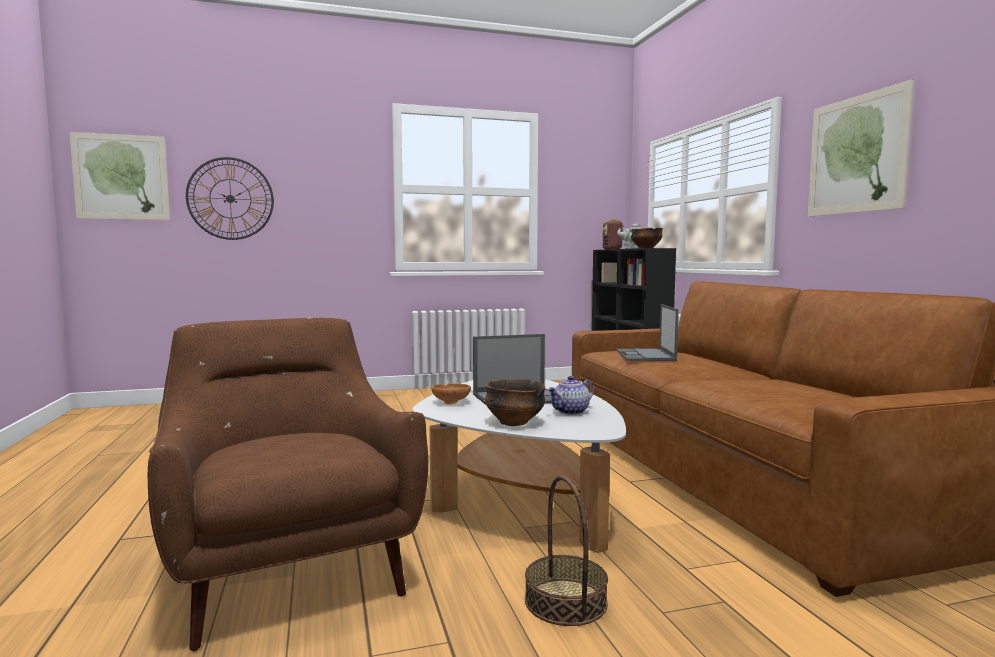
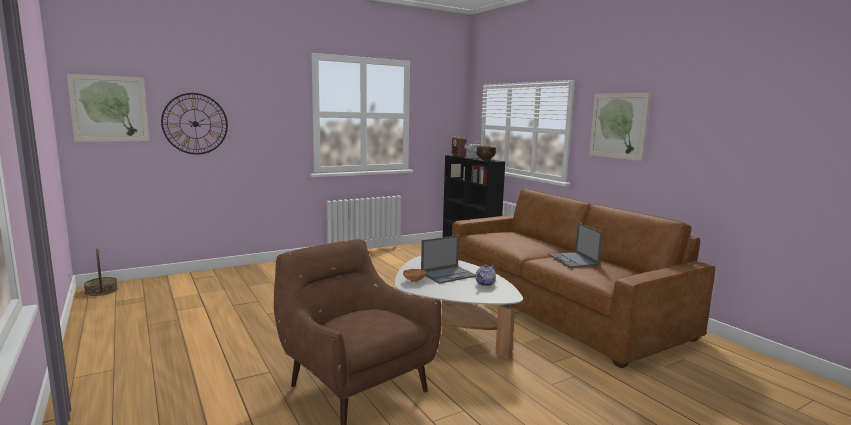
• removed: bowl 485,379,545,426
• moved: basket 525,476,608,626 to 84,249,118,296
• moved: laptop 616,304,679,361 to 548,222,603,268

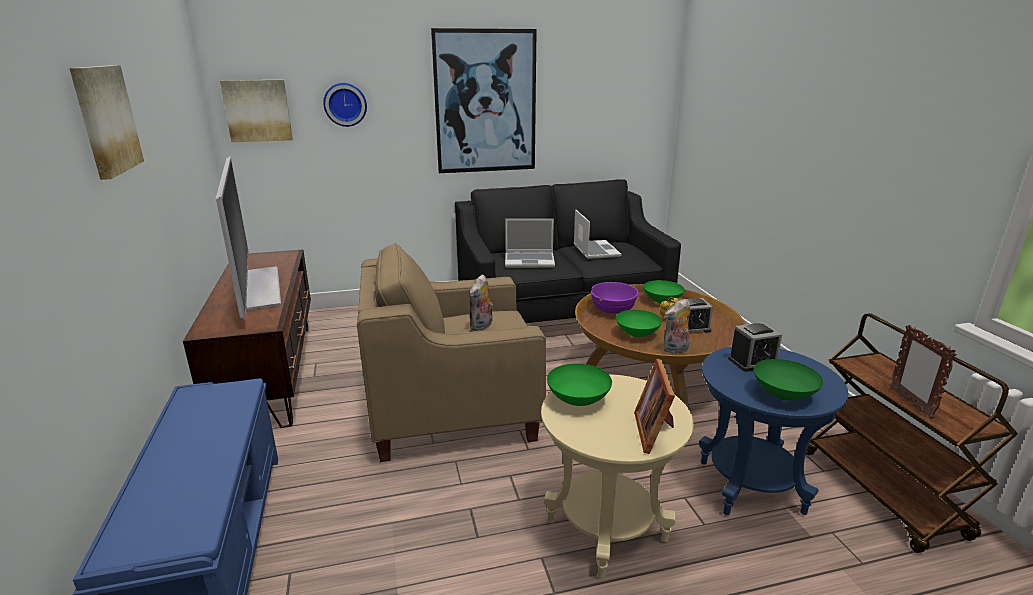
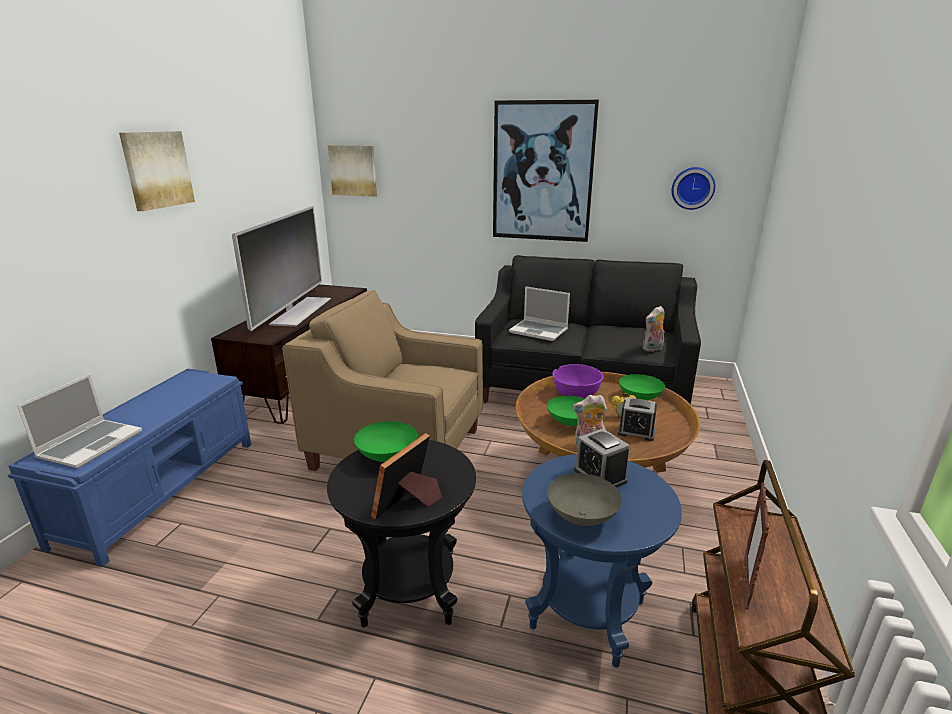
• moved: wall clock 323,83,367,127 to 672,167,715,210
• moved: plush toy 469,274,493,331 to 643,306,665,352
• recoloured: beige side table 541,374,694,578 to black side table 327,440,476,627
• moved: laptop 574,210,622,259 to 17,374,142,468
• turned: alarm clock 728,322,782,372 = 574,429,630,488 45 degrees clockwise
• recoloured: green bowl 754,359,823,401 to grey bowl 547,473,622,526

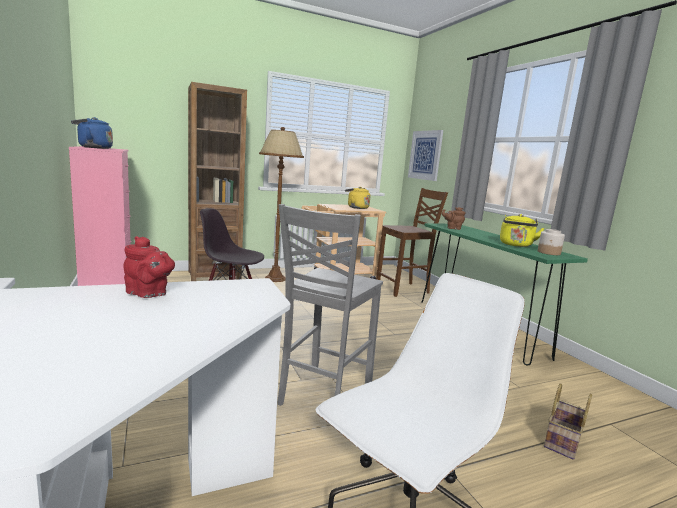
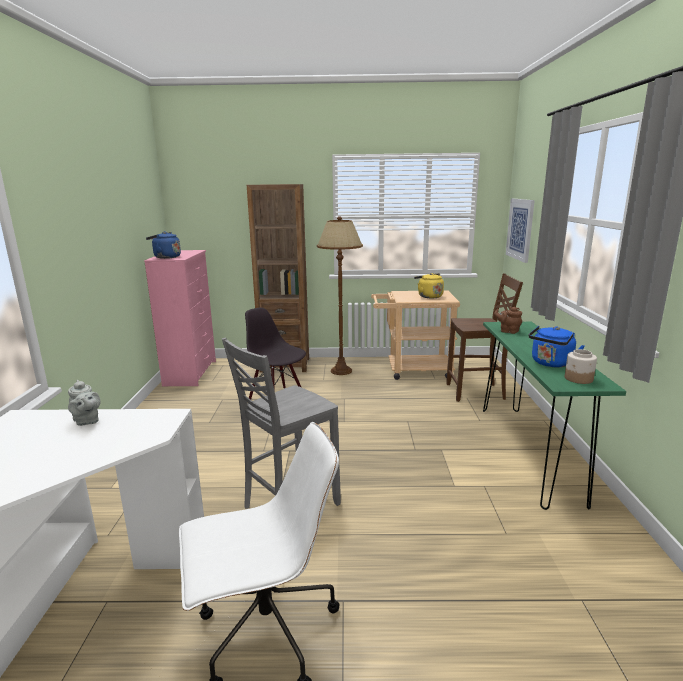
• recoloured: red teapot 123,236,175,298 to grey teapot 68,380,101,426
• recoloured: yellow kettle 500,214,545,247 to blue kettle 528,326,584,367
• removed: basket 544,383,592,460

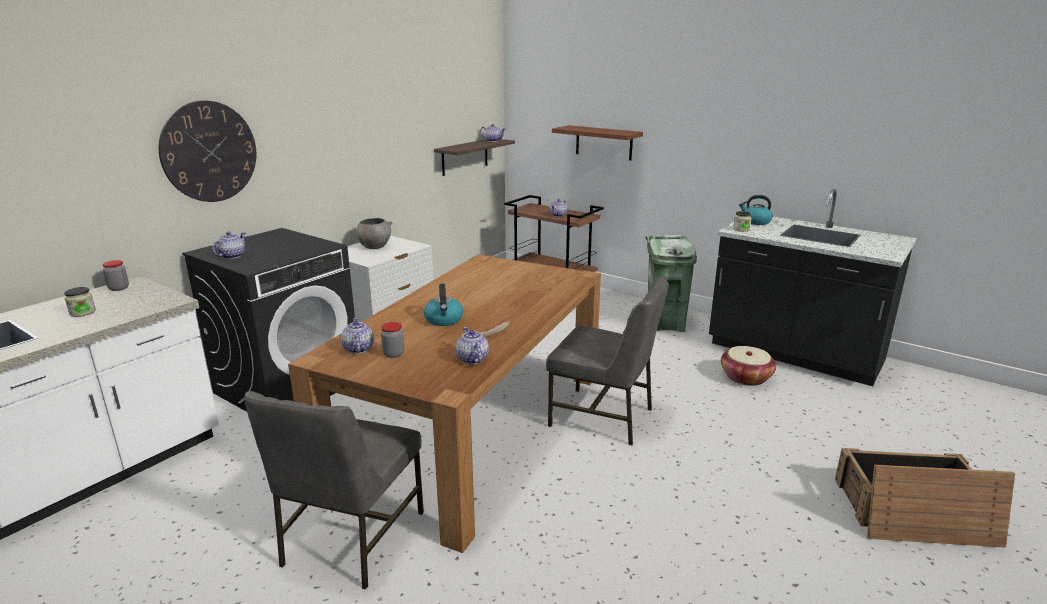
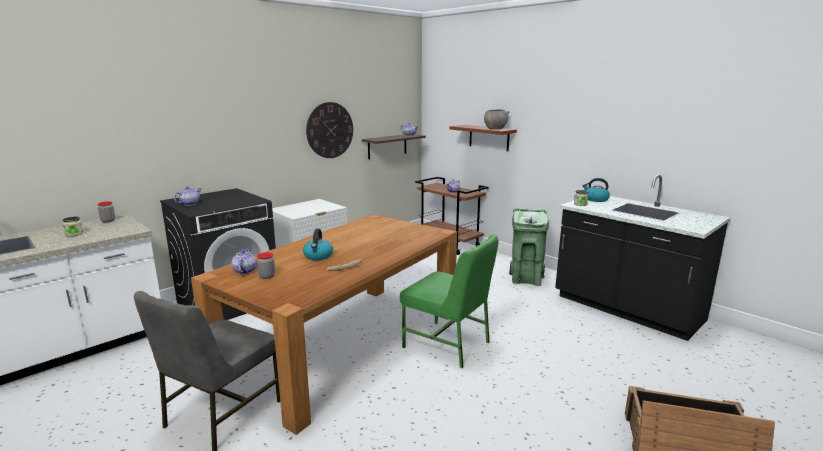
• moved: wall clock 159,100,256,202 to 306,102,353,158
• moved: grey bowl 356,218,393,249 to 484,109,510,130
• removed: teapot 456,327,489,364
• recoloured: grey chair 546,276,669,446 to green chair 400,234,499,368
• removed: basket 721,346,776,386

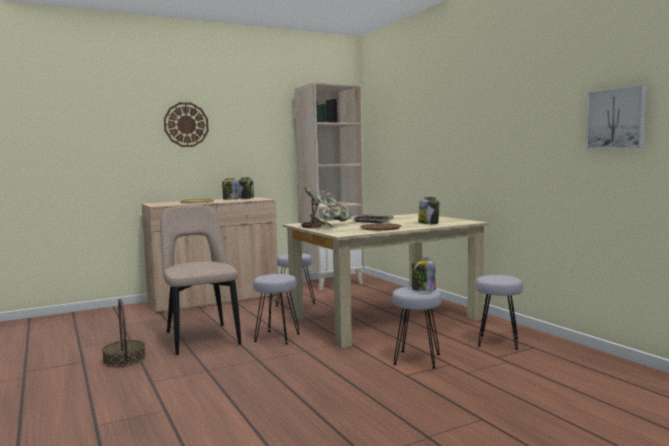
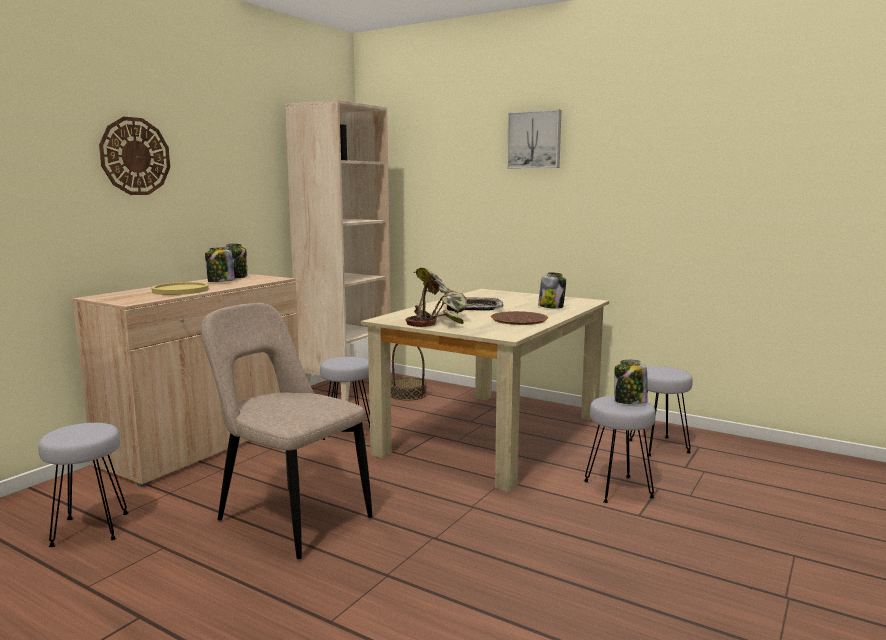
• moved: basket 102,299,146,367 to 391,344,427,401
• moved: grey stool 253,274,300,345 to 38,423,129,547
• moved: picture 586,85,647,150 to 507,109,561,168

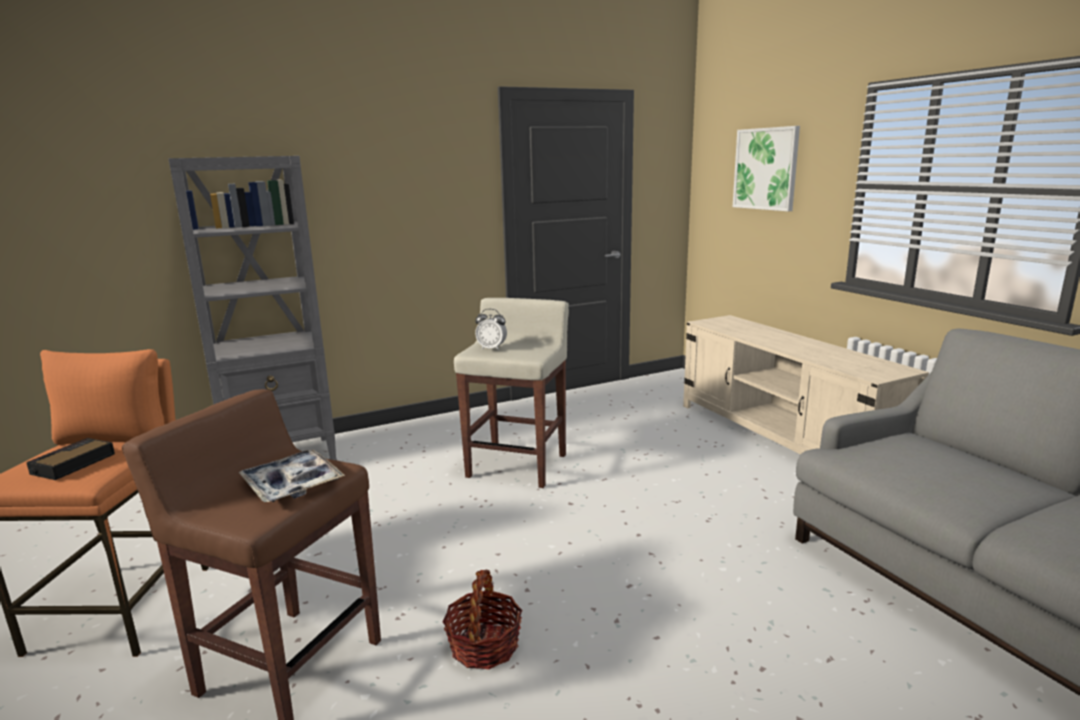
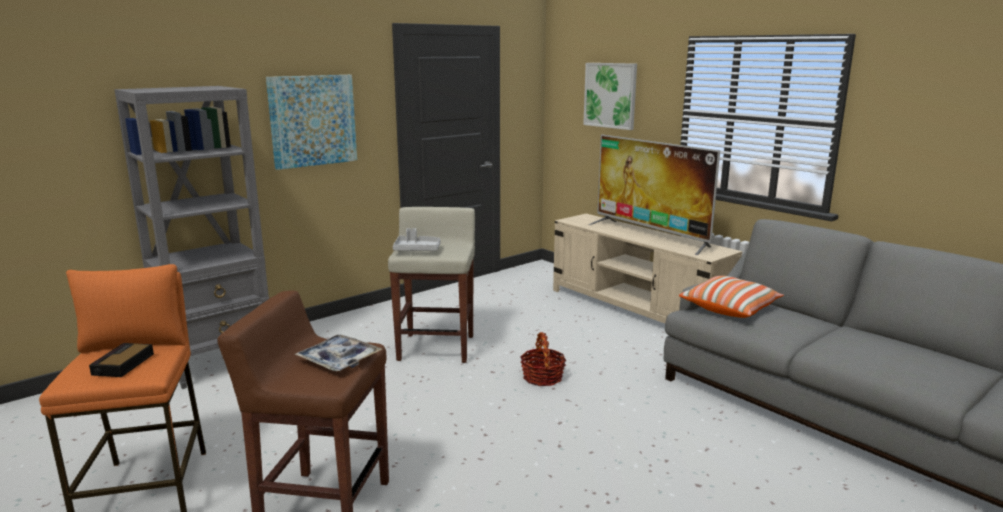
• moved: basket 442,569,522,669 to 520,332,567,386
• replaced: alarm clock 475,309,507,351 to grey tray 393,228,440,251
• added: picture 266,75,357,170
• added: television 589,134,720,255
• added: pillow 679,276,784,318

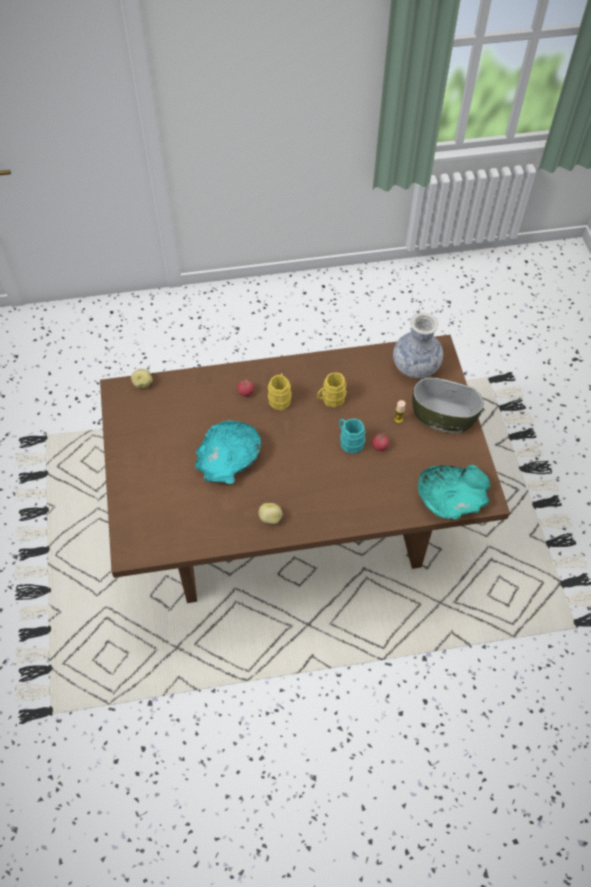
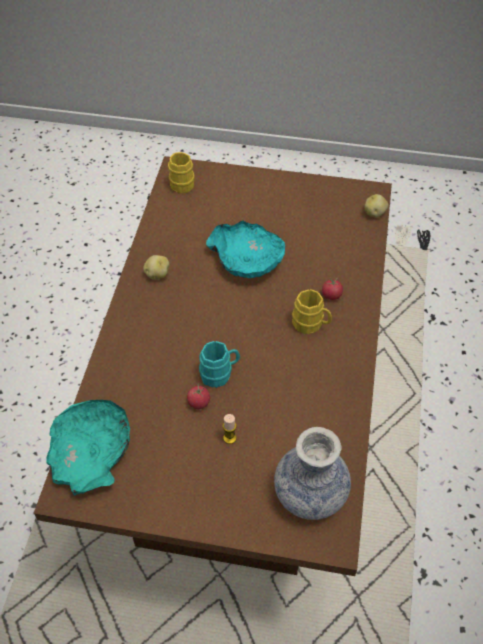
• moved: yellow mug 317,372,347,407 to 168,152,195,193
• removed: bowl 412,377,484,433

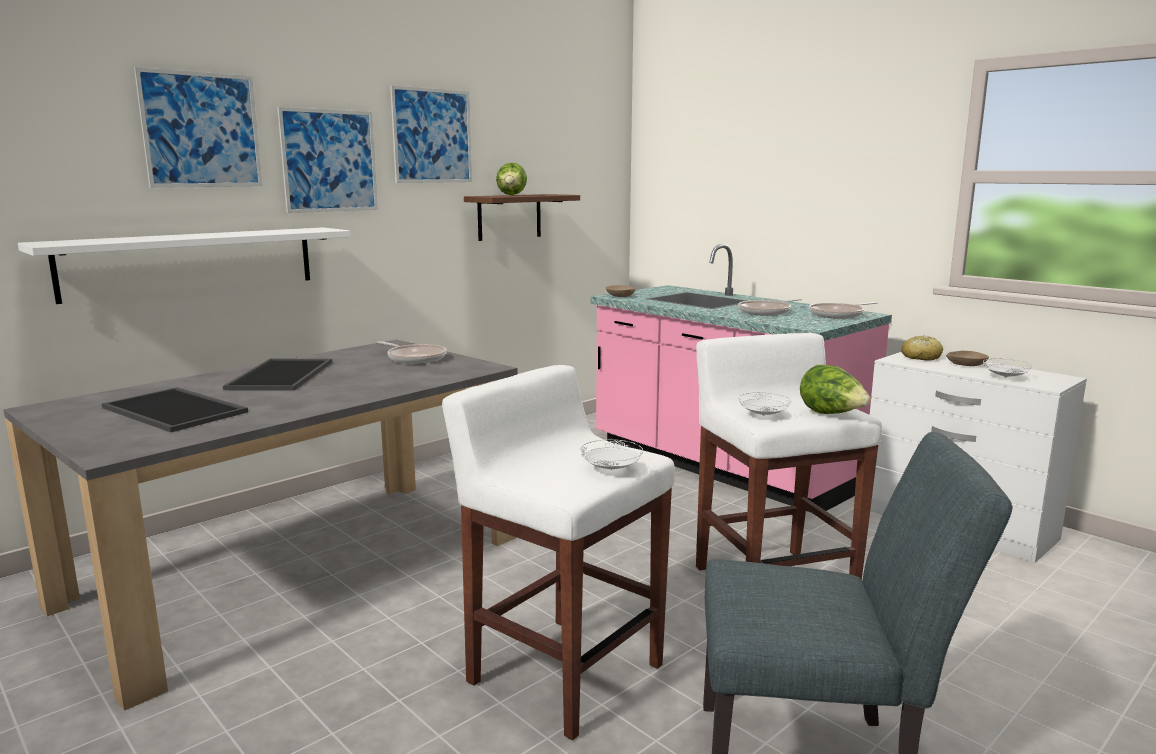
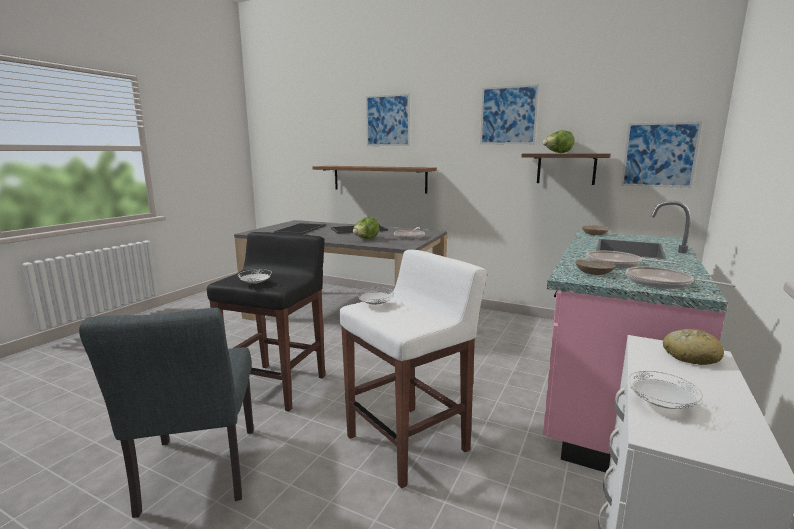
• recoloured: white shelf 18,227,350,304 to brown shelf 313,166,437,194
• moved: picture 277,107,378,213 to 621,121,703,188
• recoloured: white stool 442,365,675,740 to black stool 207,232,325,412
• moved: lettuce 800,365,871,414 to 353,217,380,239
• moved: beige bowl 946,351,989,366 to 575,260,616,275

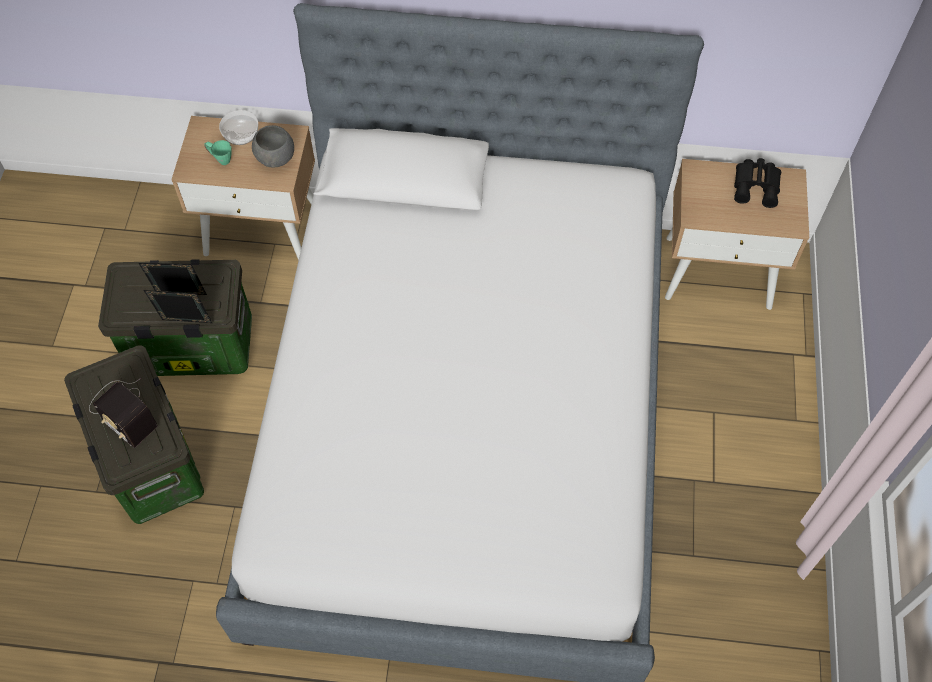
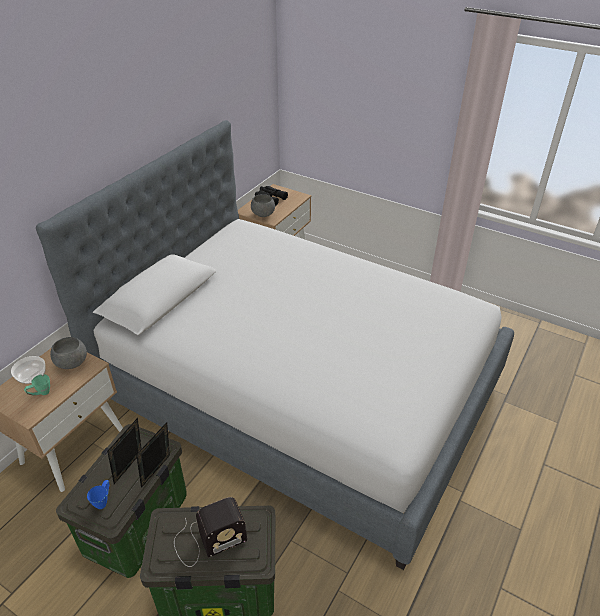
• added: blue mug 87,480,110,509
• added: grey bowl 251,194,275,217

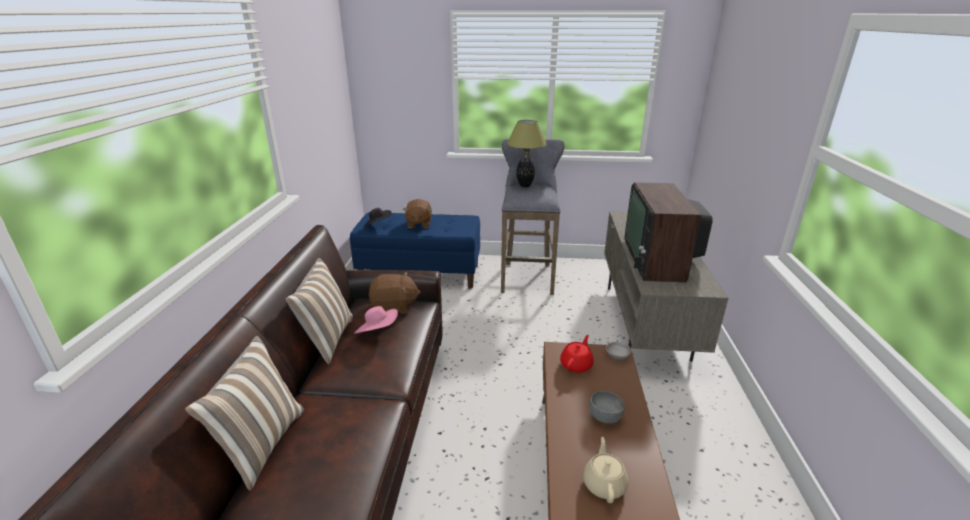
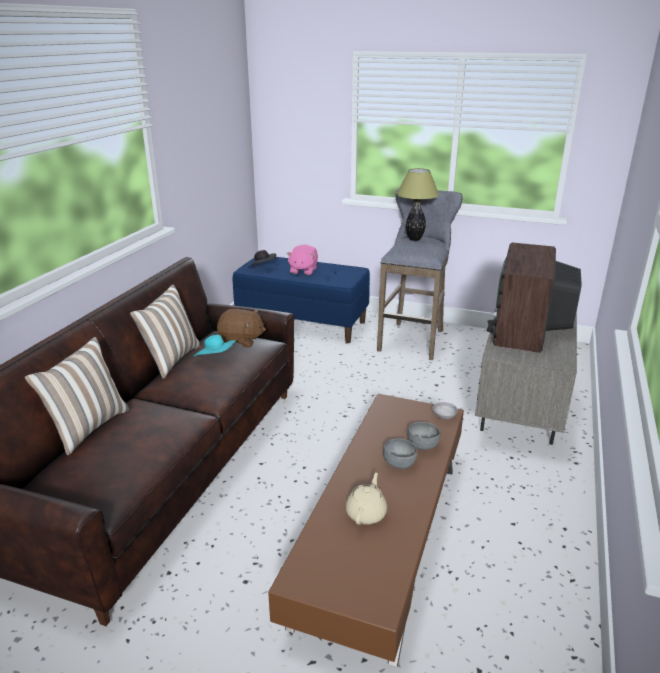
• recoloured: pink hat 354,306,398,333 to turquoise hat 193,335,236,357
• recoloured: brown plush toy 403,199,432,228 to pink plush toy 286,244,318,275
• removed: red teapot 560,335,594,373
• added: grey bowl 407,422,440,450

